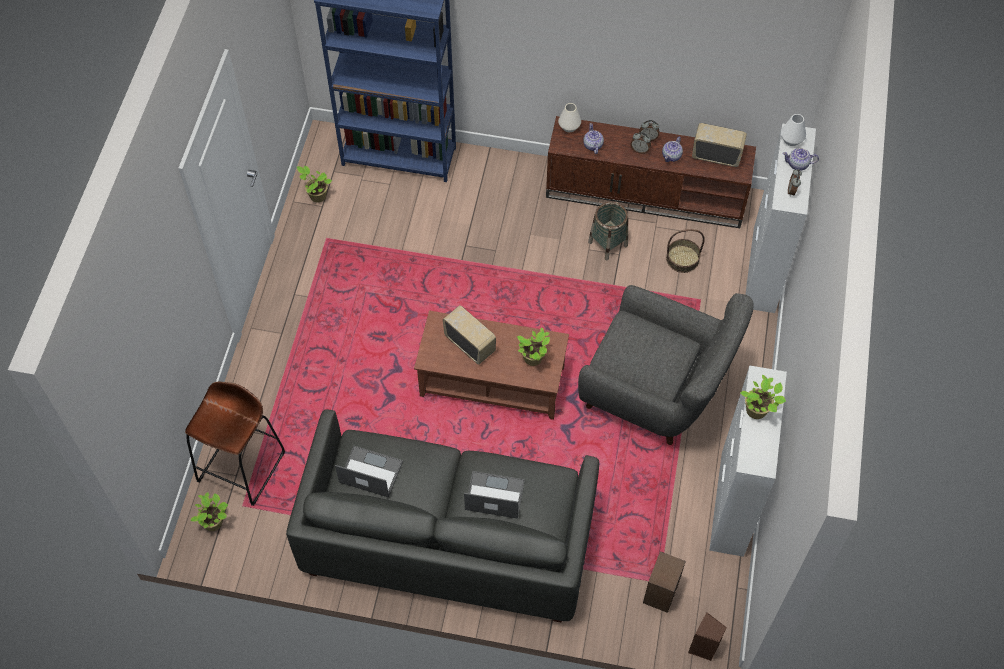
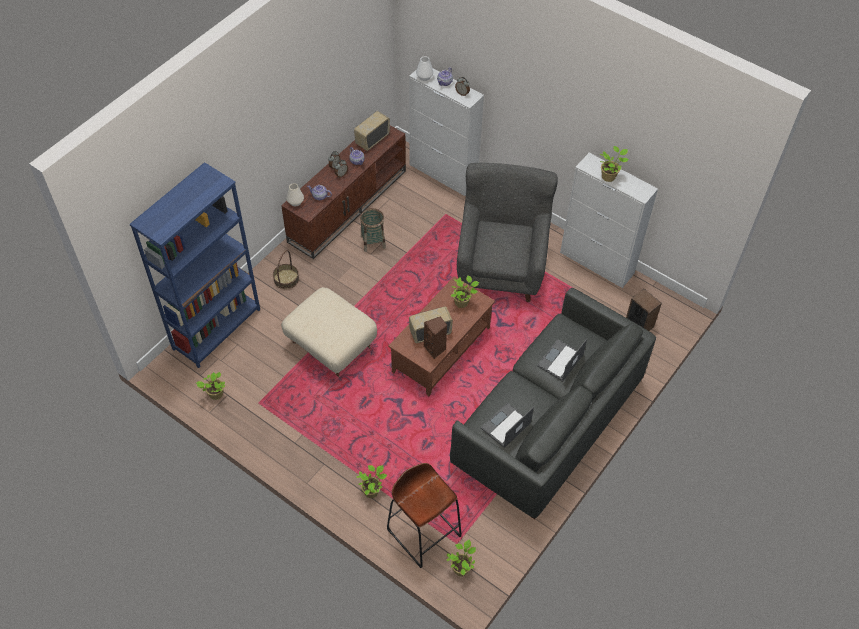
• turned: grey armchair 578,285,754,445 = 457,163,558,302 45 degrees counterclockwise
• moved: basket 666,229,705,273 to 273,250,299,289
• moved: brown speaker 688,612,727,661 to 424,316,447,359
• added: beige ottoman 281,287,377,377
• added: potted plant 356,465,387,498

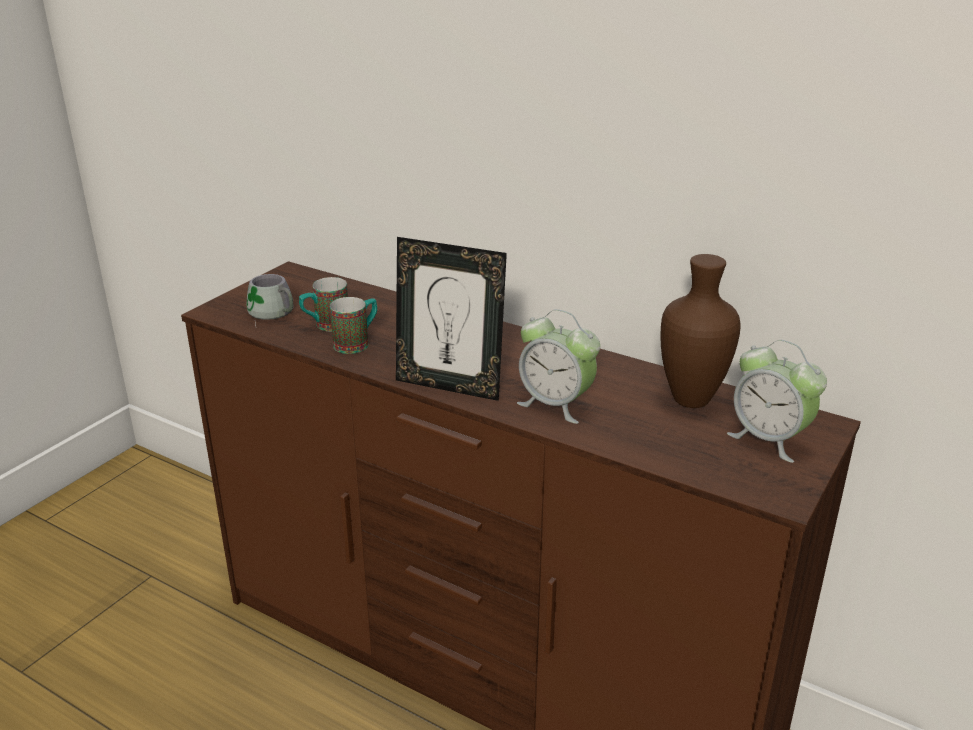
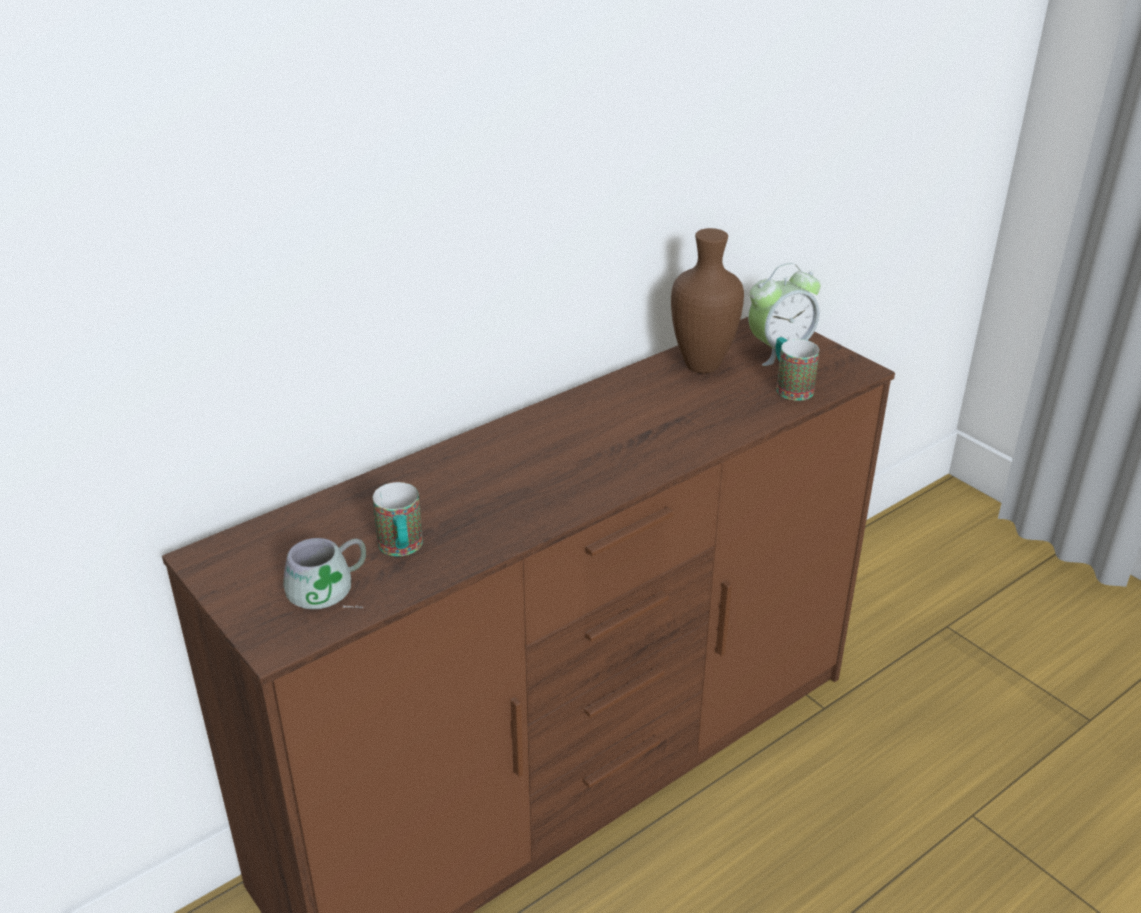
• moved: mug 330,297,377,354 to 775,337,820,401
• removed: picture frame 396,237,507,401
• removed: alarm clock 517,309,600,424

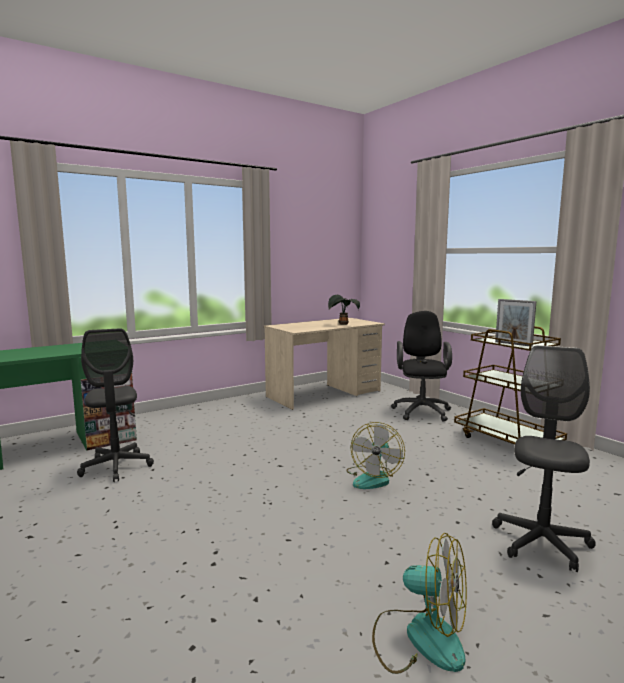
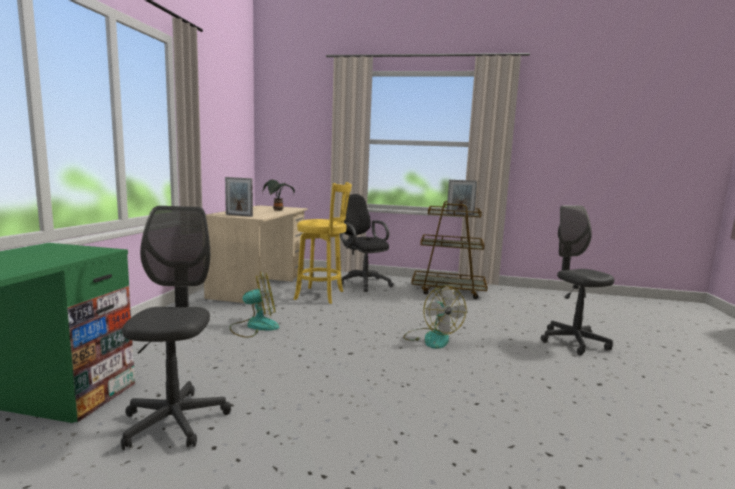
• turned: grey office chair 77,328,154,482 = 121,206,231,450 120 degrees counterclockwise
• moved: fan 372,533,467,674 to 229,271,279,338
• added: picture frame 225,177,253,217
• added: yellow stool 294,182,352,304

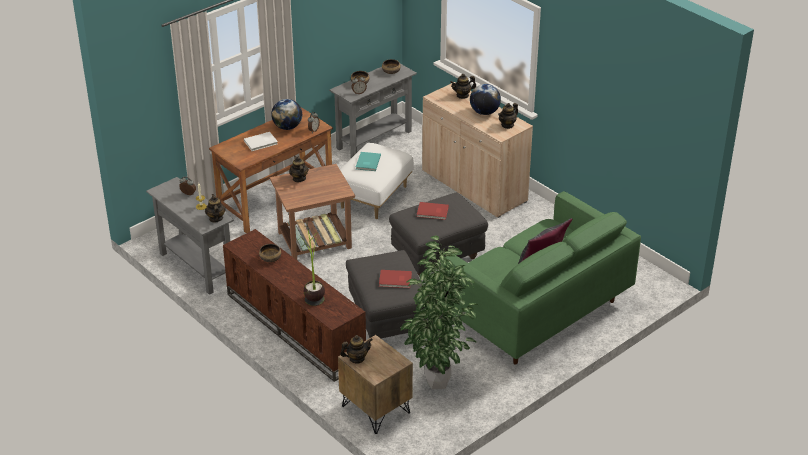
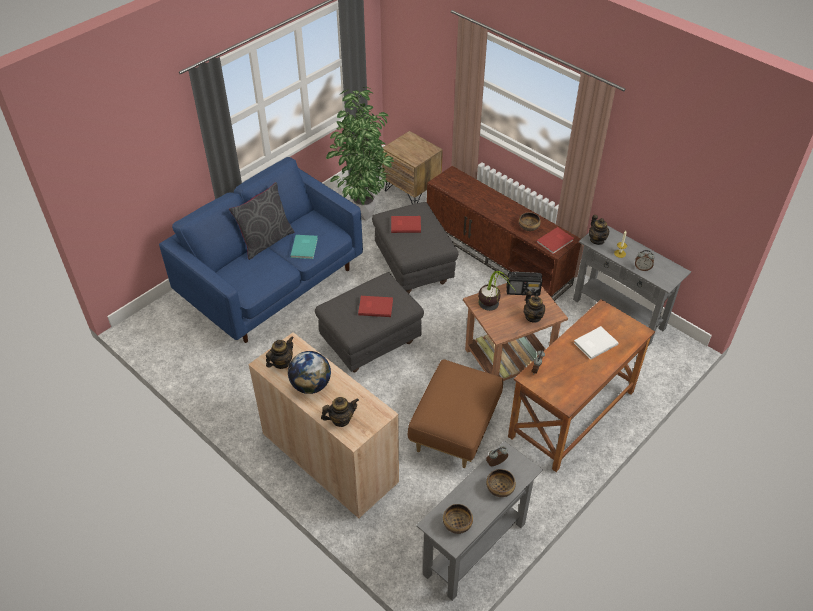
• removed: globe 271,99,302,130
• moved: potted plant 299,219,325,306 to 478,271,516,311
• recoloured: white ottoman 340,143,414,219 to brown ottoman 408,359,503,468
• removed: teapot 340,335,373,364
• moved: turquoise book 356,152,381,171 to 290,235,318,259
• recoloured: green sofa 445,191,641,365 to blue sofa 159,157,363,343
• added: radio 506,272,542,296
• added: red book 536,227,574,254

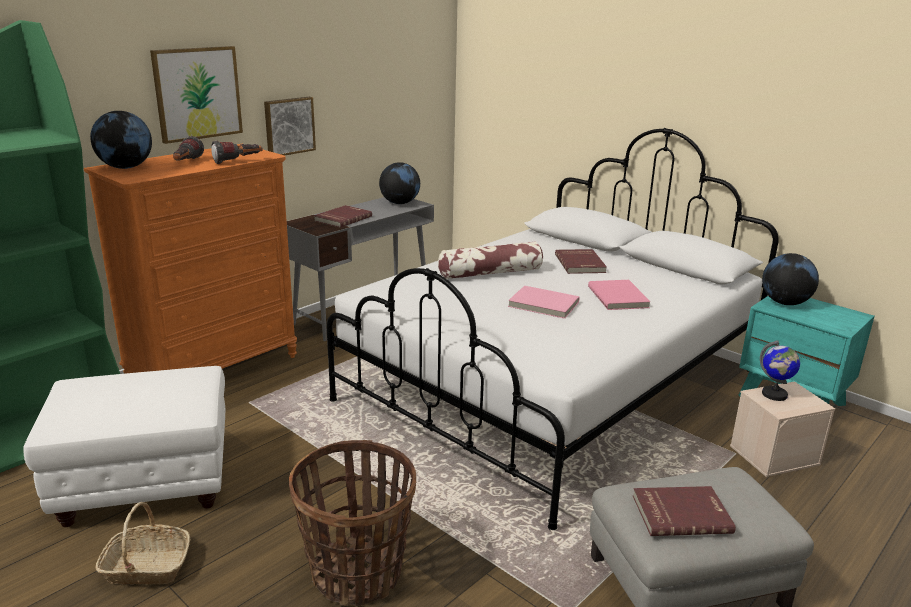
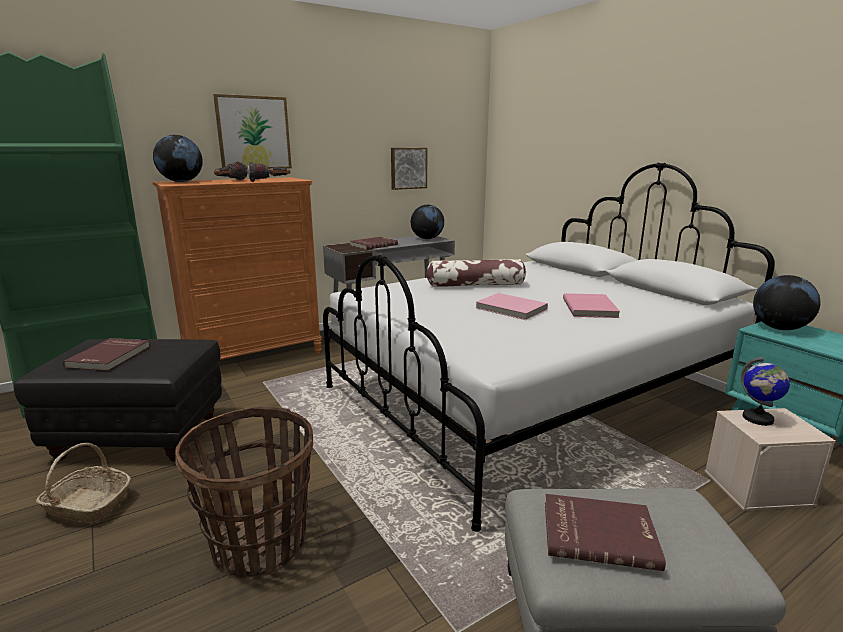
• recoloured: white ottoman 24,366,226,527 to black ottoman 14,339,222,461
• moved: picture 264,97,316,156 to 391,148,427,190
• moved: red book 555,249,607,274 to 63,338,150,371

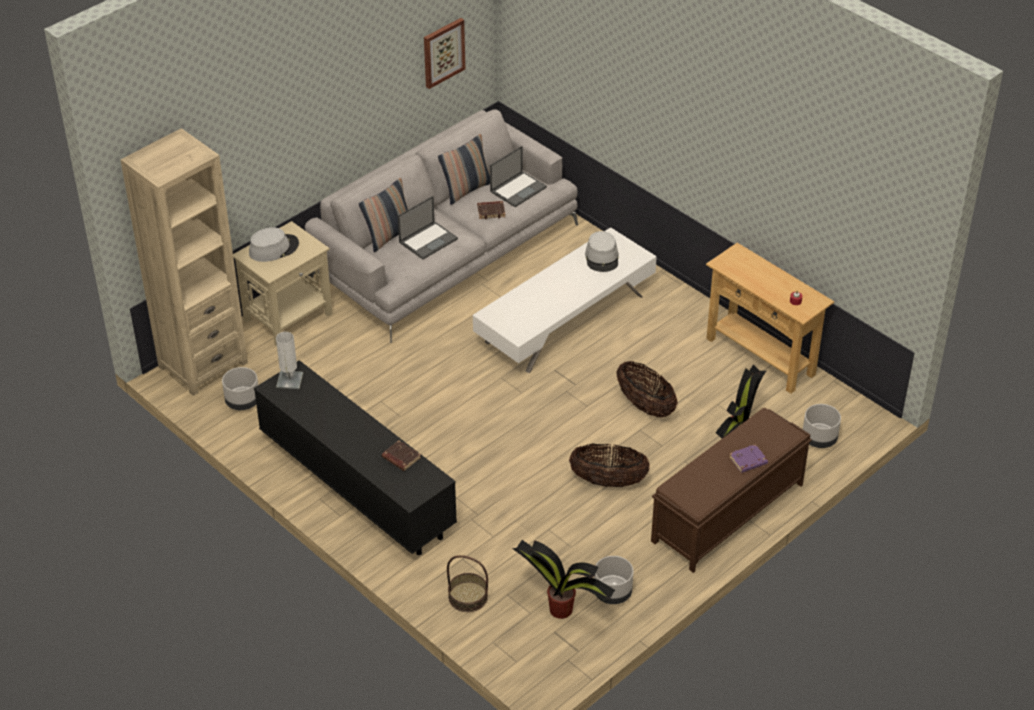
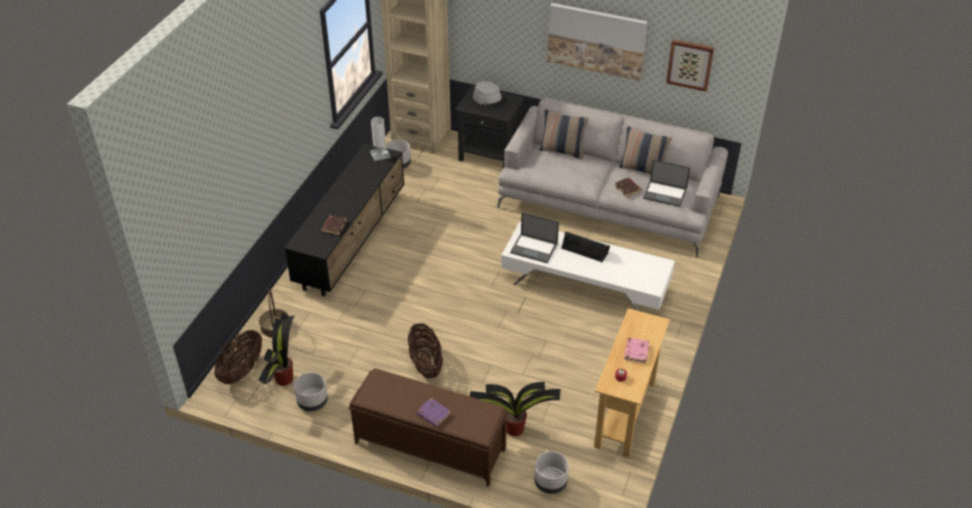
• recoloured: beige side table 233,221,333,346 to black side table 455,86,524,168
• moved: laptop 398,196,458,259 to 510,213,559,263
• removed: grey hat 585,231,619,272
• moved: basket 616,361,678,418 to 214,330,262,384
• added: picture 547,3,648,81
• added: black speaker 561,231,610,263
• added: pink book 624,338,649,363

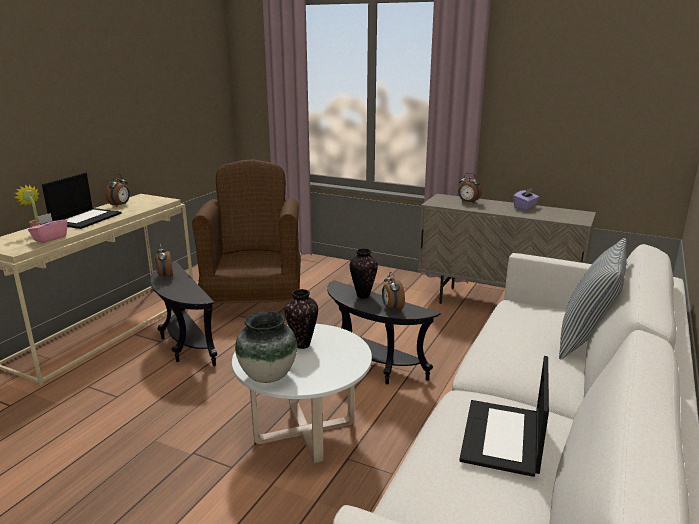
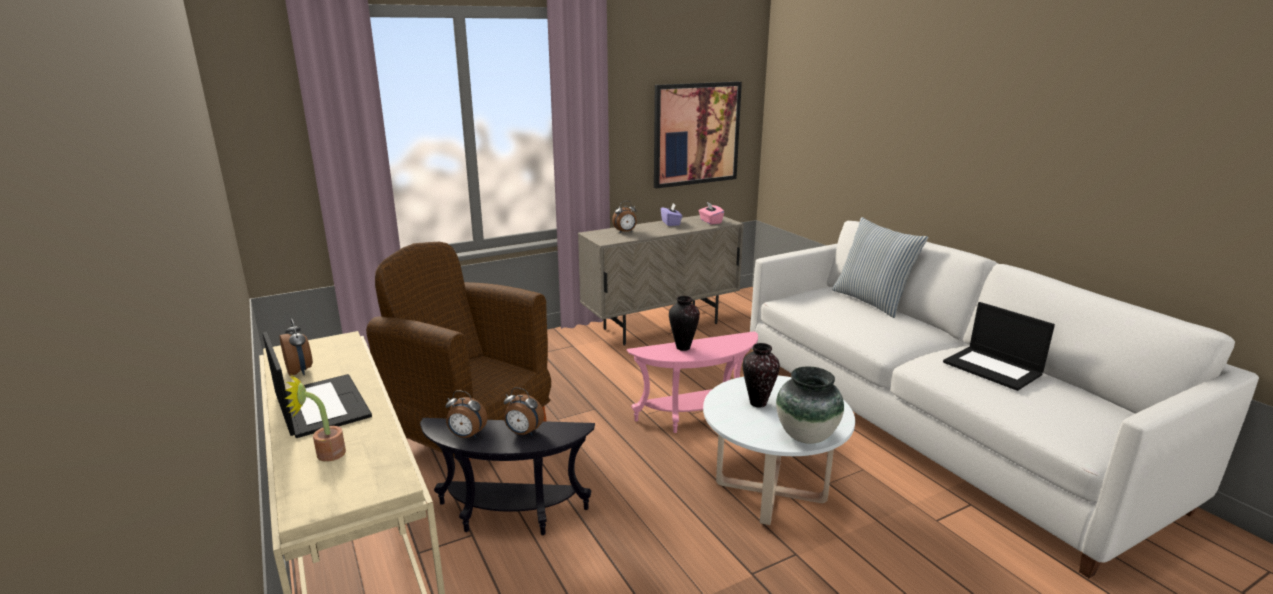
• moved: pink tissue box 28,213,67,243 to 699,202,724,225
• recoloured: black side table 327,280,441,384 to pink side table 627,331,758,433
• moved: alarm clock 382,272,405,312 to 504,388,544,436
• added: picture 654,82,742,189

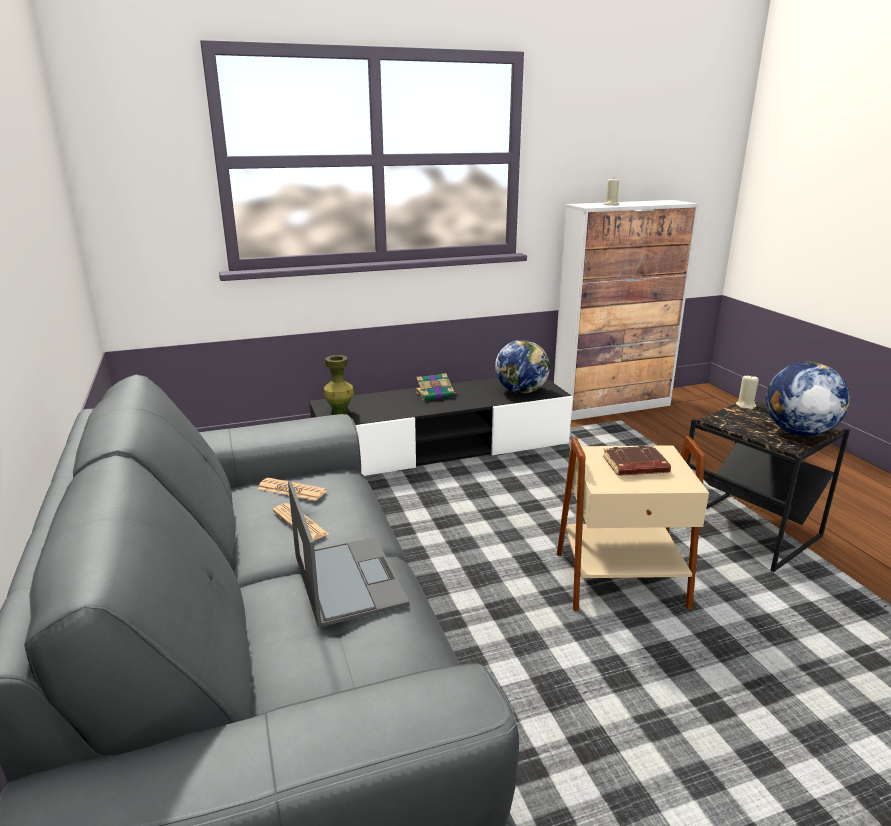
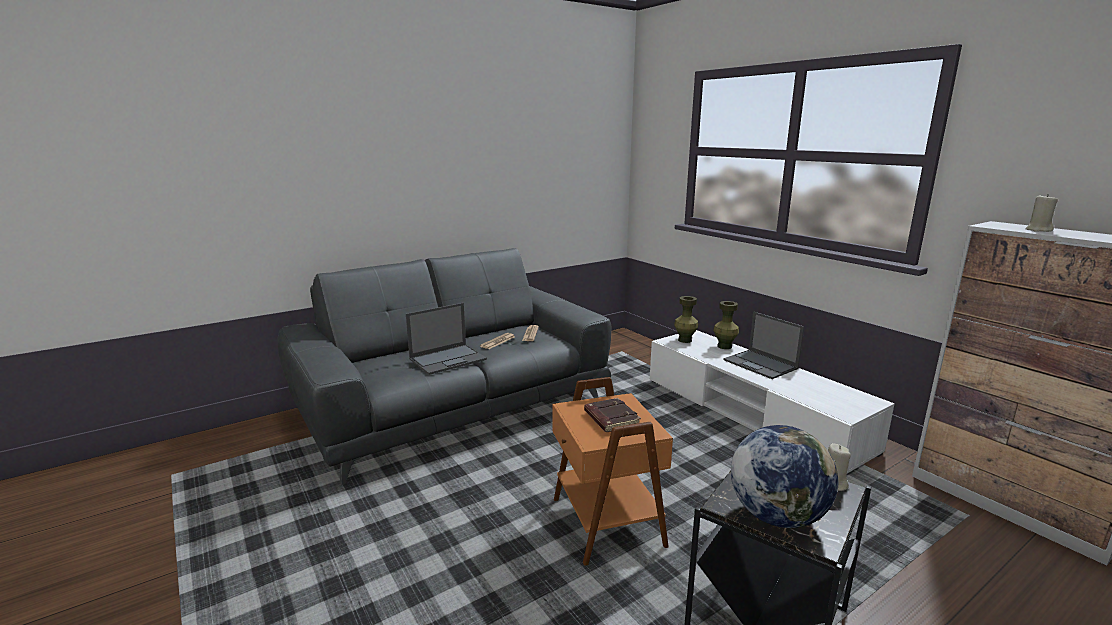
• recoloured: black tv stand 309,378,573,476 to white tv stand 650,330,895,475
• replaced: book 416,373,458,401 to laptop 723,312,804,379
• removed: globe 495,340,550,394
• recoloured: beige side table 557,436,709,611 to orange side table 552,377,673,566
• added: green vase 713,301,739,349

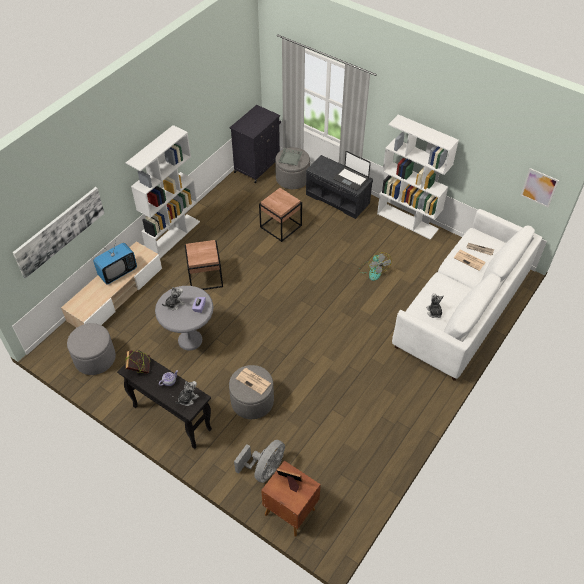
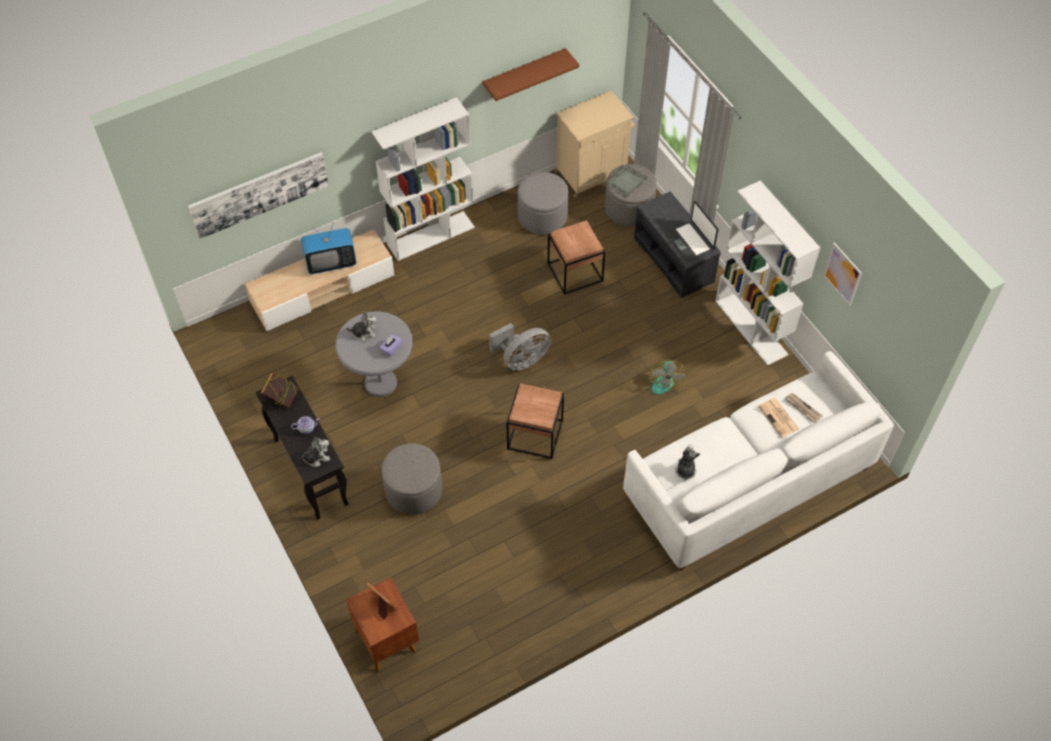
• moved: grey ottoman 67,323,116,375 to 518,172,568,234
• moved: brown side table 185,240,223,290 to 507,383,564,459
• recoloured: black cabinet 229,105,281,183 to beige cabinet 555,91,635,198
• moved: grey fan 234,440,285,483 to 489,323,551,371
• removed: newspaper 236,368,271,395
• moved: picture 520,168,559,208 to 823,242,862,306
• added: brown shelf 483,48,579,101

